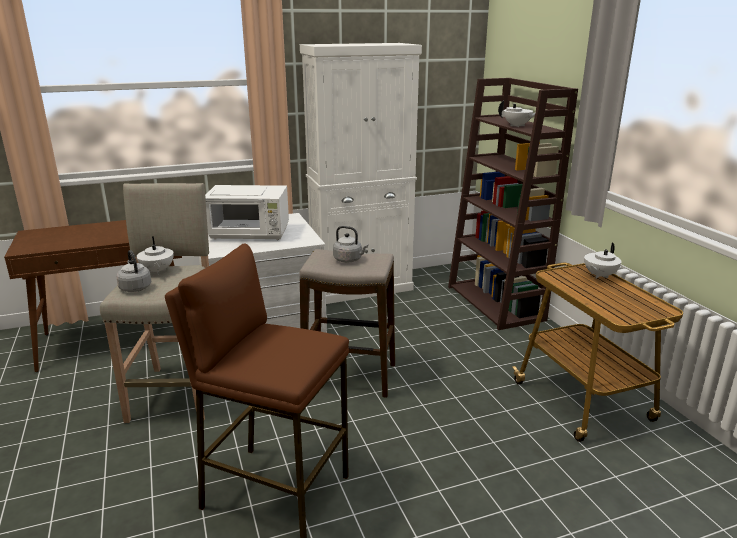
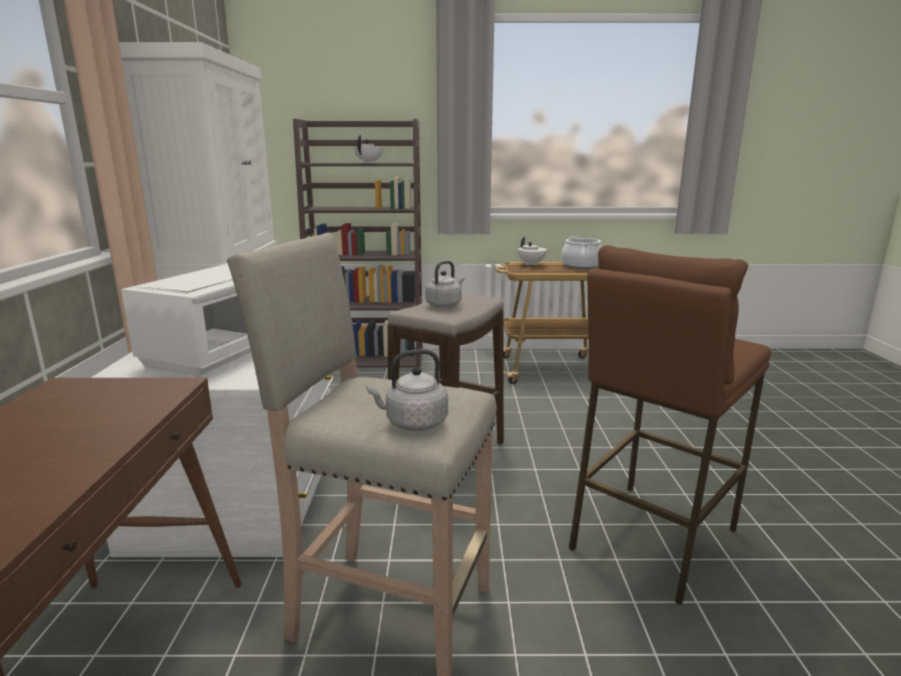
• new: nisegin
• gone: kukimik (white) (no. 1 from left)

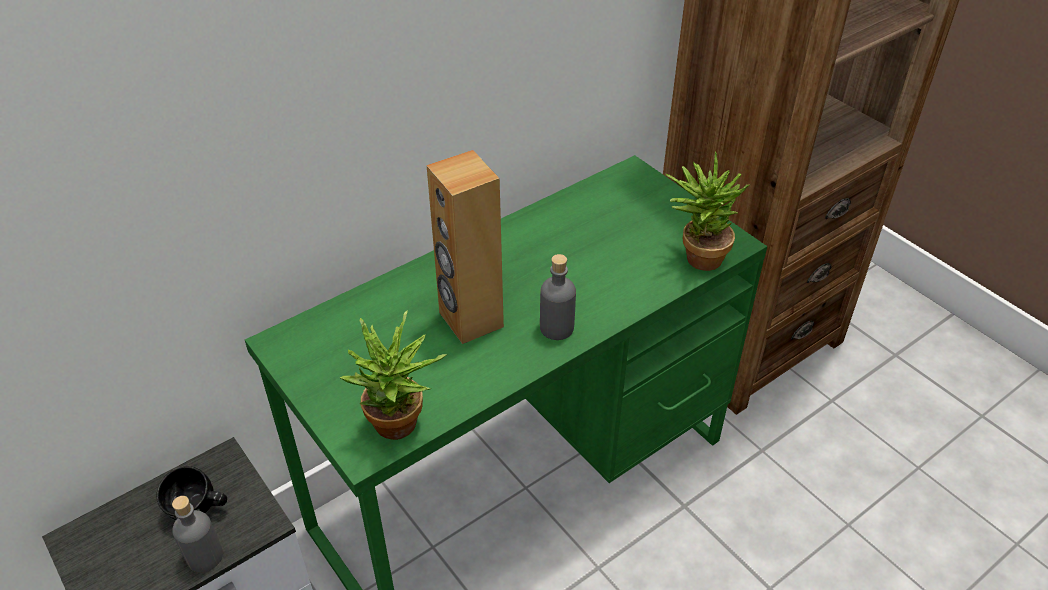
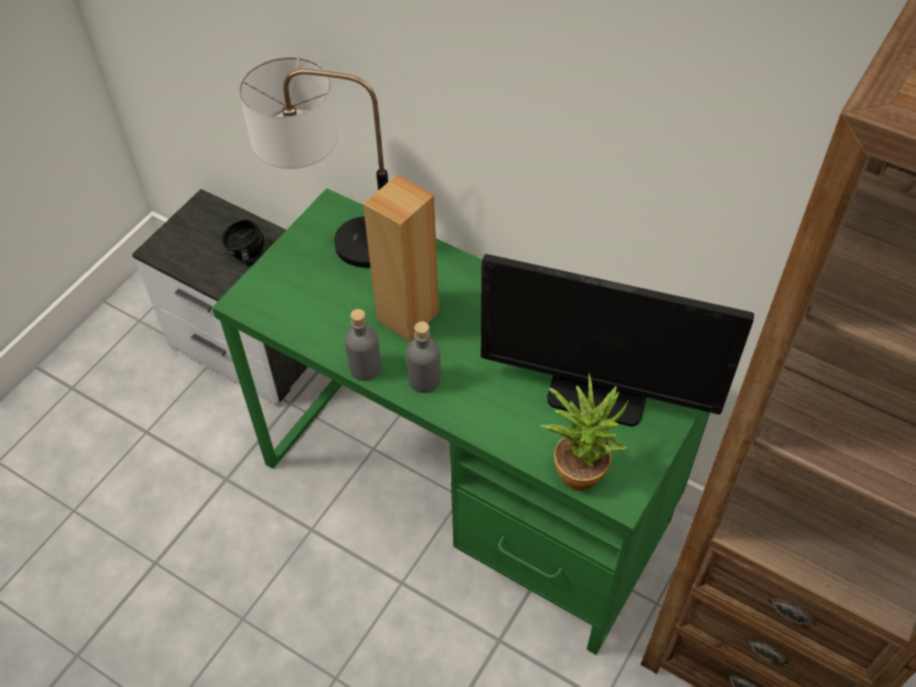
• new: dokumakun
• shifted: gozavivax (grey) (no. 1 from left)
• new: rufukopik
• gone: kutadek (no. 1 from left)

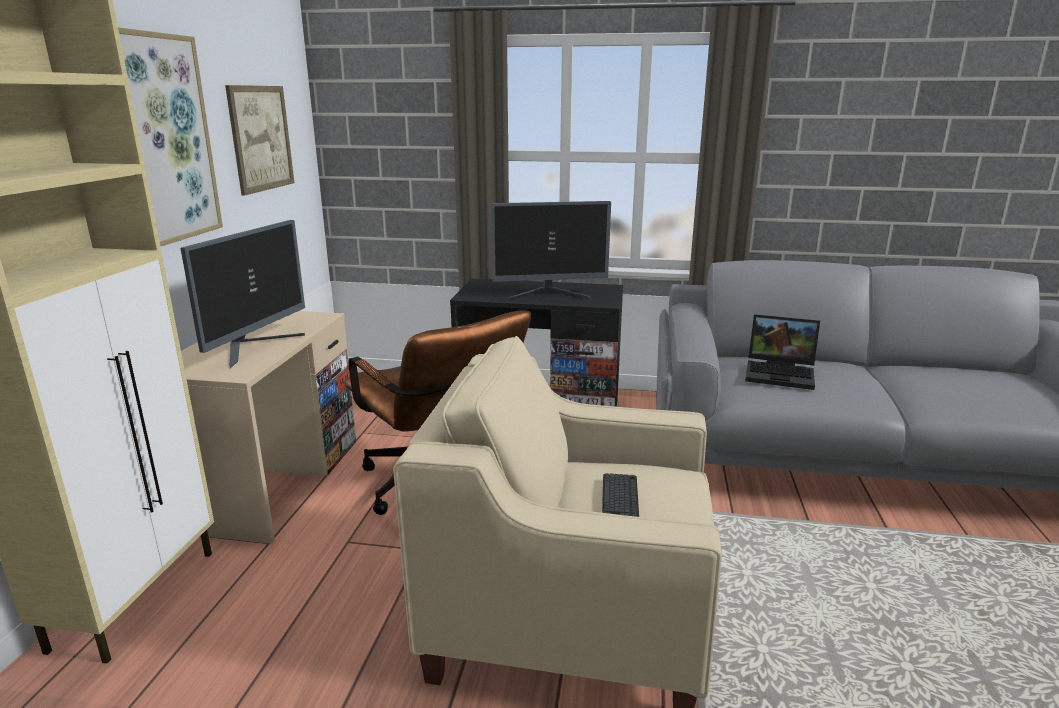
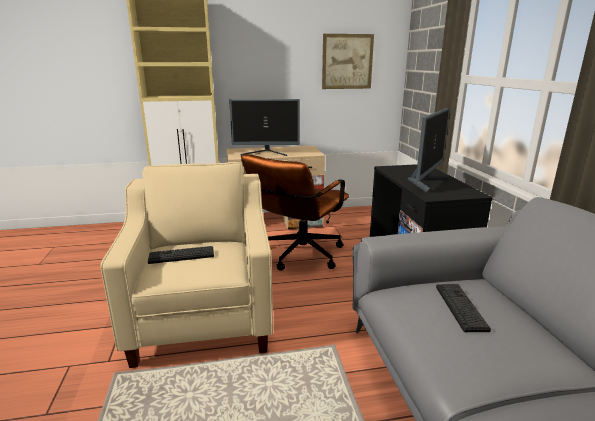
• rotated: rufukopik (no. 2 from left) 120 degrees counterclockwise
• swapped: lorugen to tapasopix (no. 2 from left)
• gone: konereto (no. 1 from left)

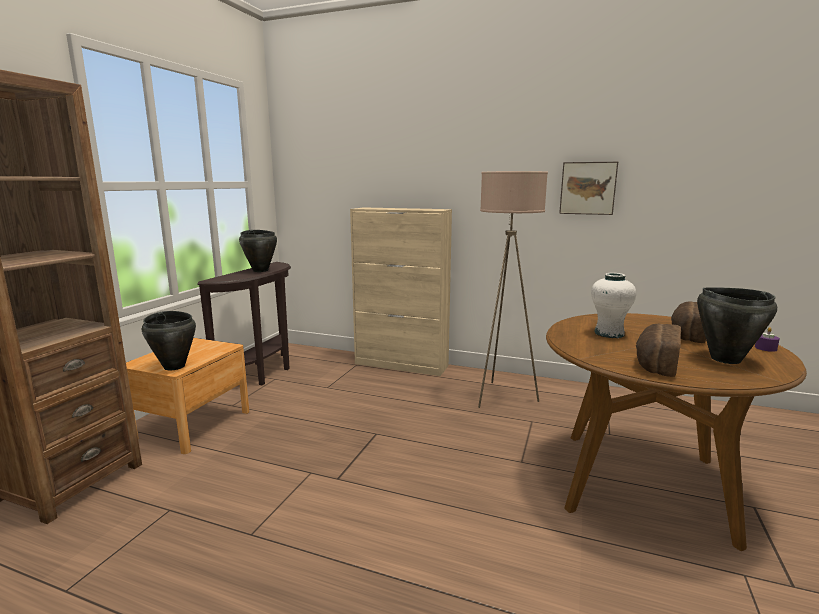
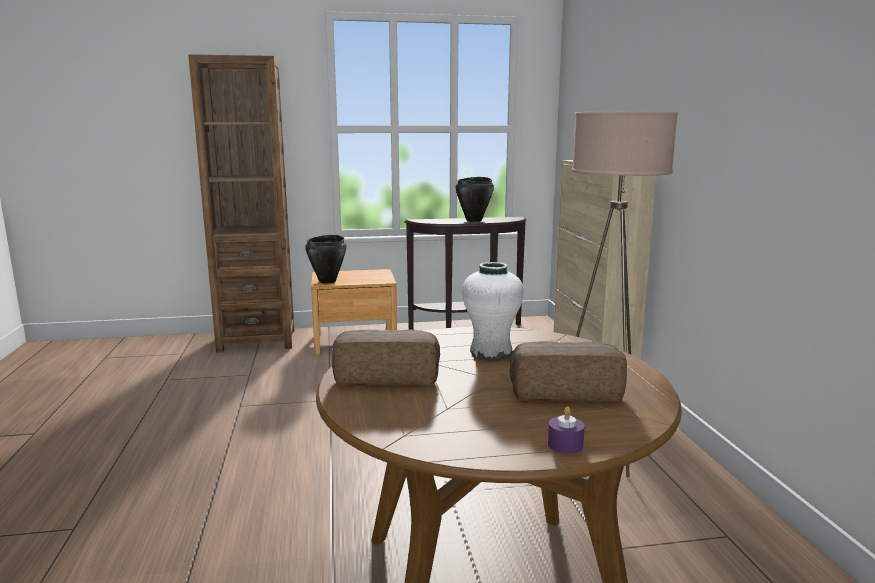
• gone: konereto
• gone: nisegin (black) (no. 3 from left)

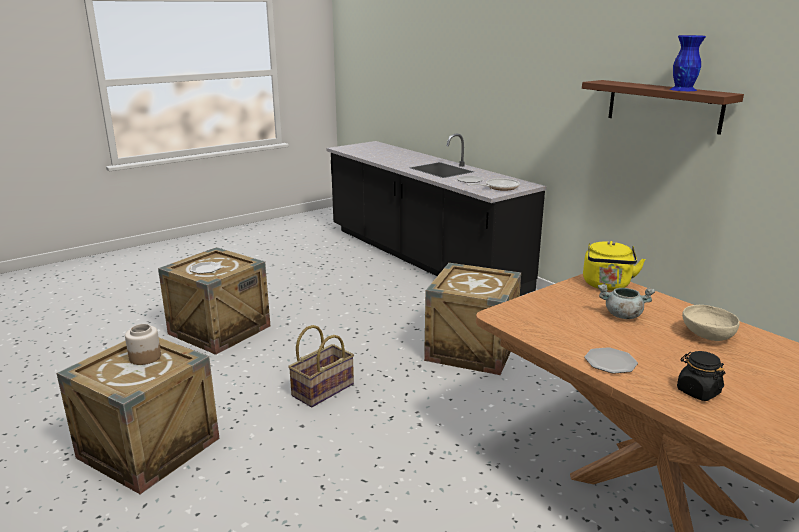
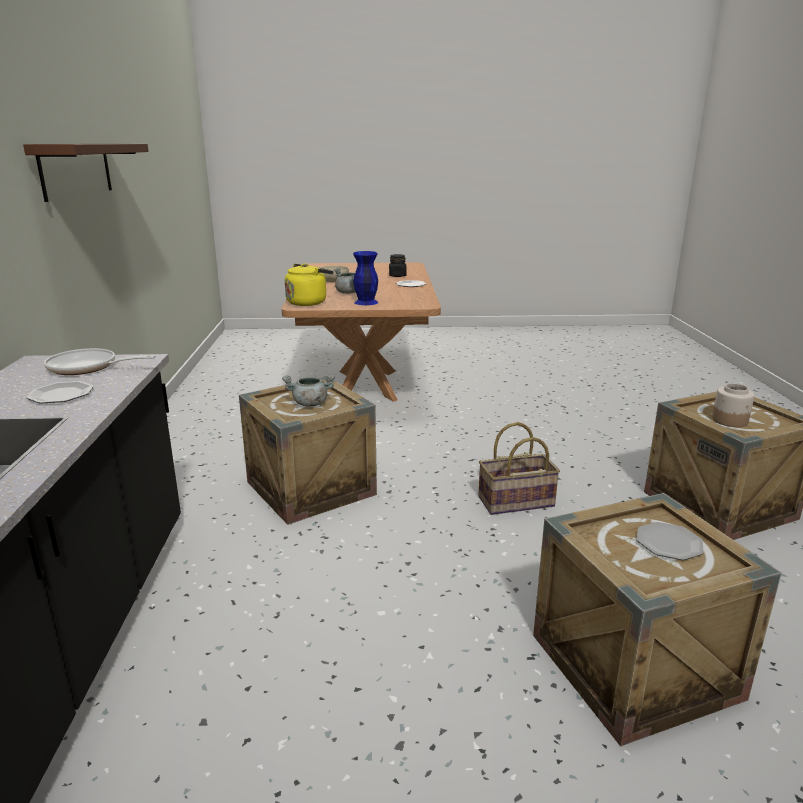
• new: nisegin (grey) (no. 1 from left)
• shifted: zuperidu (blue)

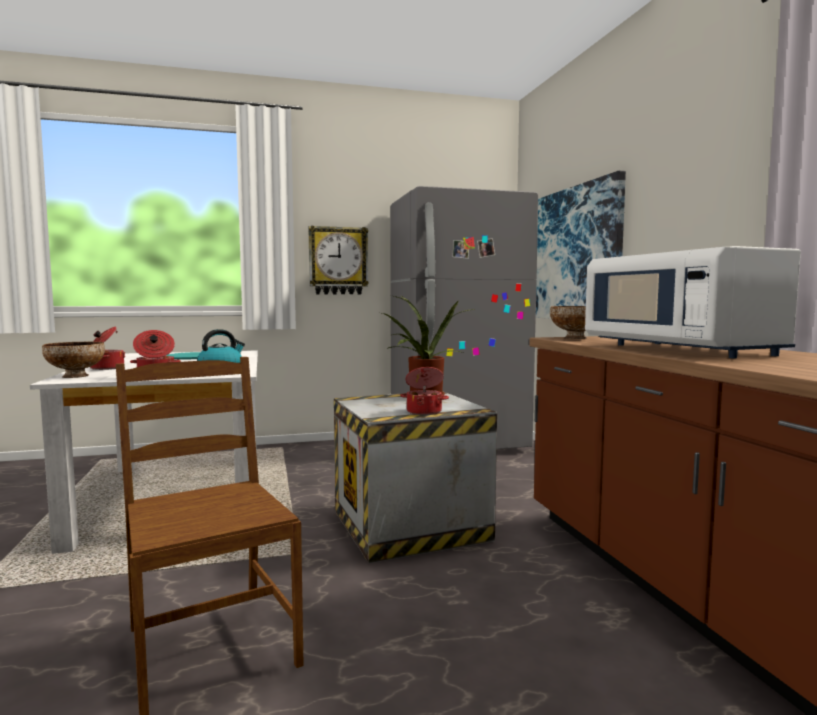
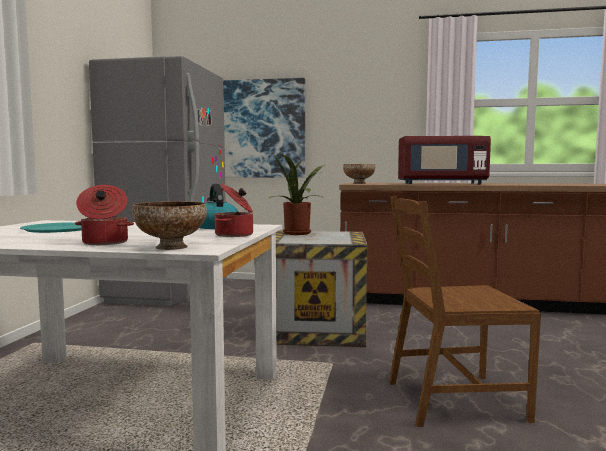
• repainted: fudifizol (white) to fudifizol (red)
• gone: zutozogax
• gone: nisegin (no. 3 from left)

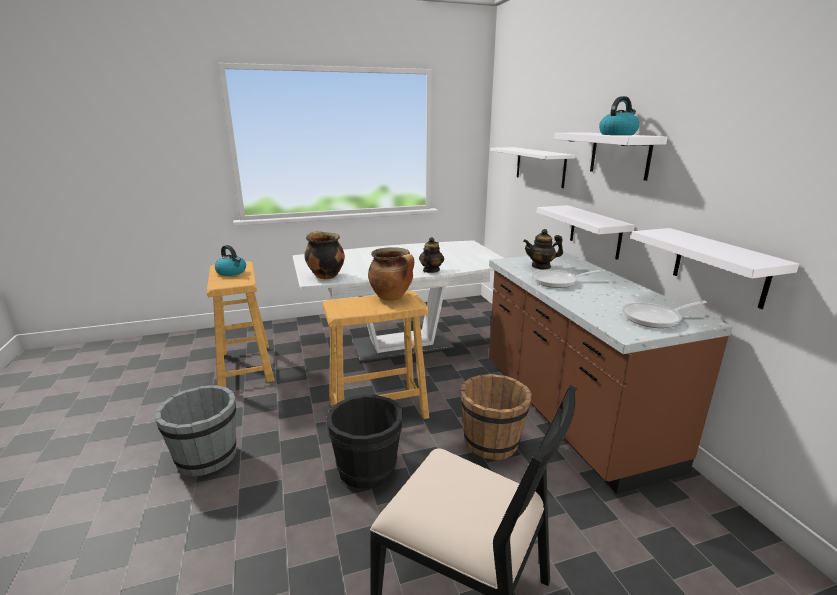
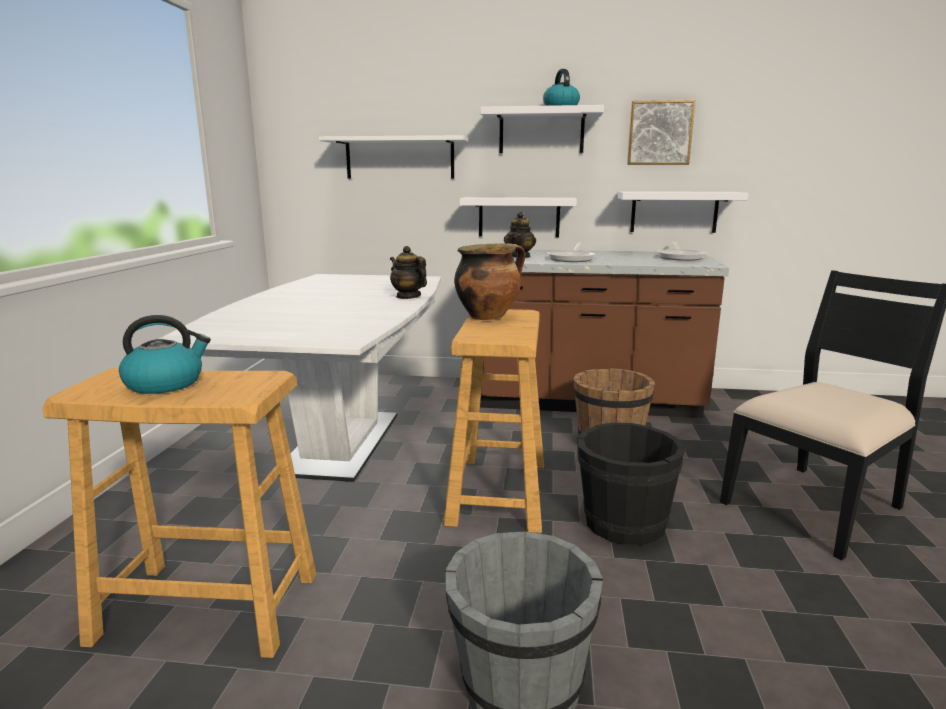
• new: konereto
• gone: nisegin (no. 1 from left)

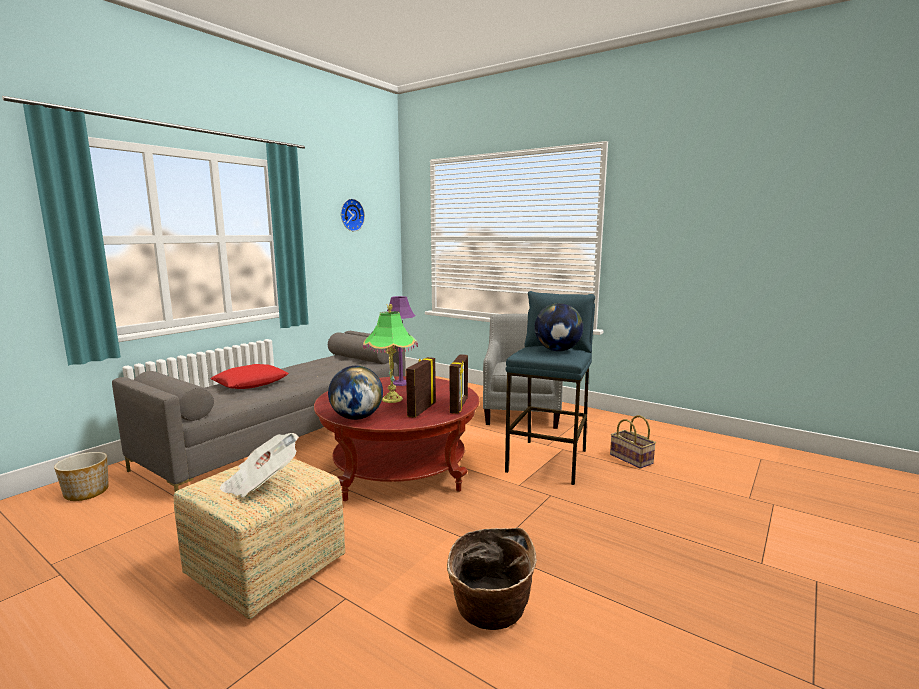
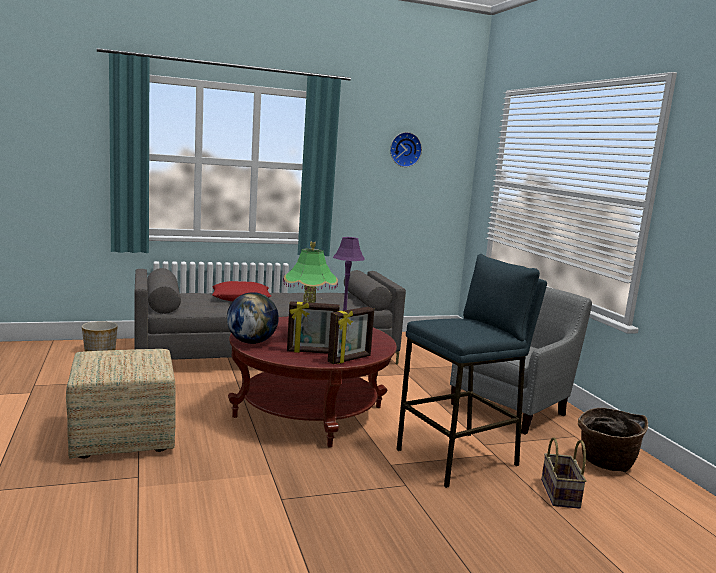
• rotated: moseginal (no. 1 from left) 150 degrees counterclockwise
• shifted: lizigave (no. 1 from left in the first image) to lizigave (no. 2 from left)
• gone: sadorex
• gone: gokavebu (no. 2 from left)

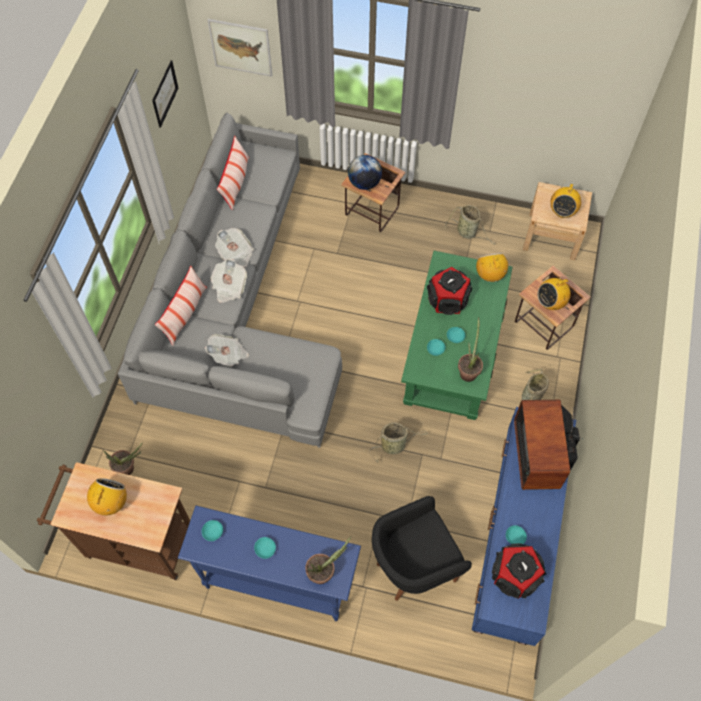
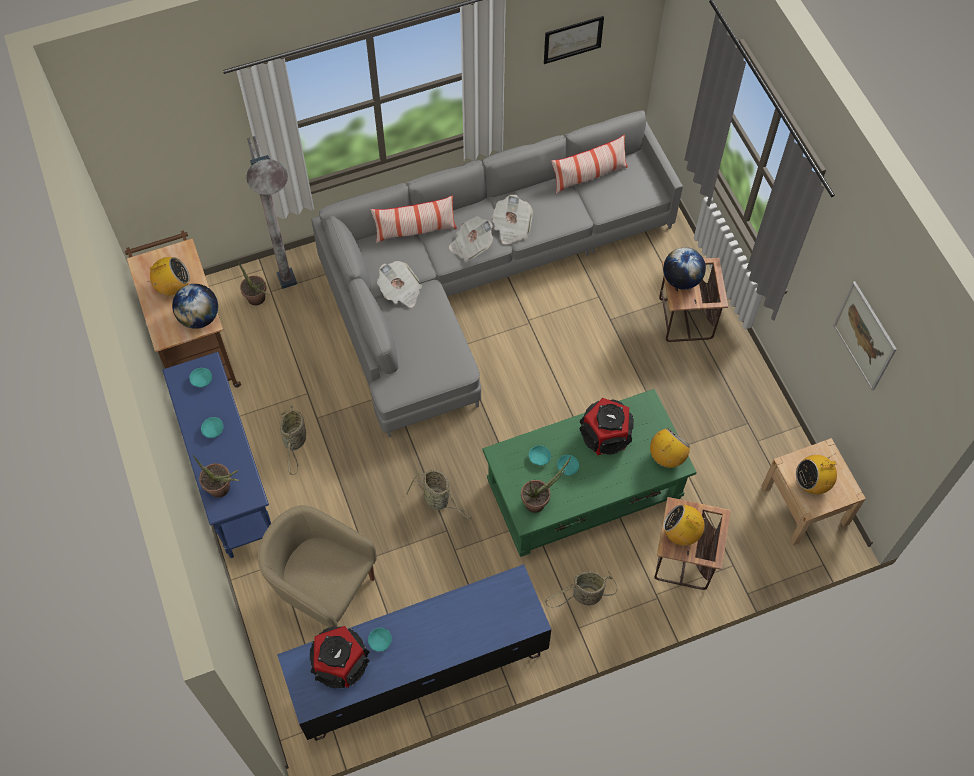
• new: gokavebu (no. 1 from left)
• new: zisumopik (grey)
• repainted: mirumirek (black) to mirumirek (beige)
• shifted: lizigave (no. 2 from left in the first image) to lizigave (no. 1 from left)
• shifted: konereto (no. 2 from left)
• gone: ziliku

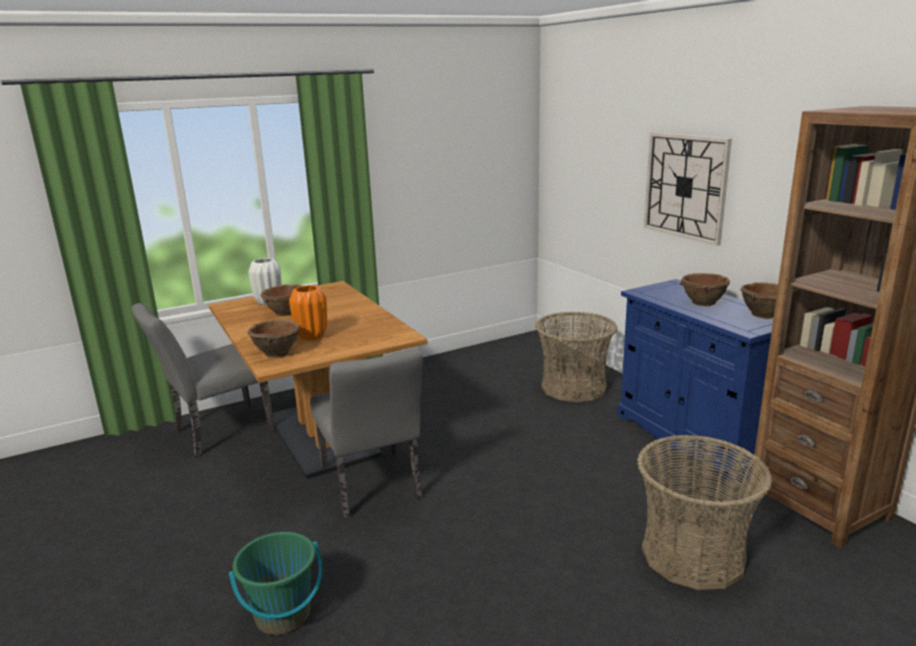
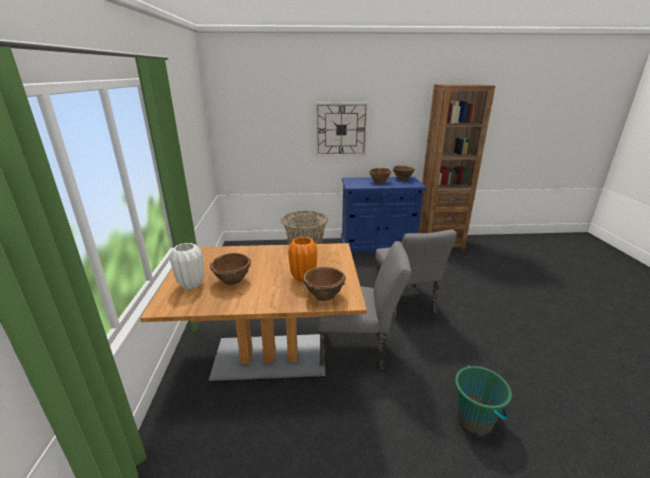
• shifted: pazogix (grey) (no. 1 from left in the first image) to pazogix (grey) (no. 2 from left)
• gone: lizigave (no. 2 from left)

